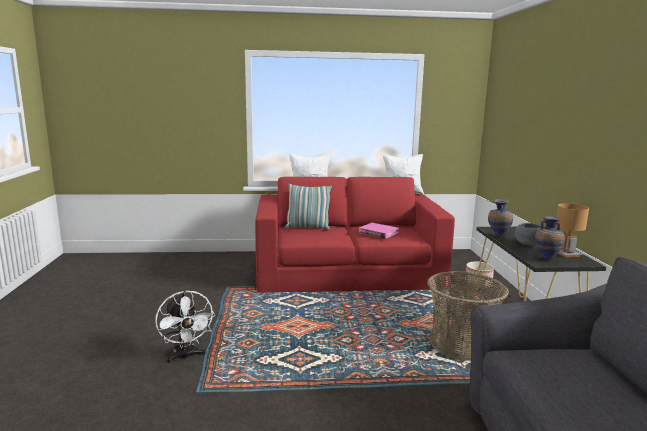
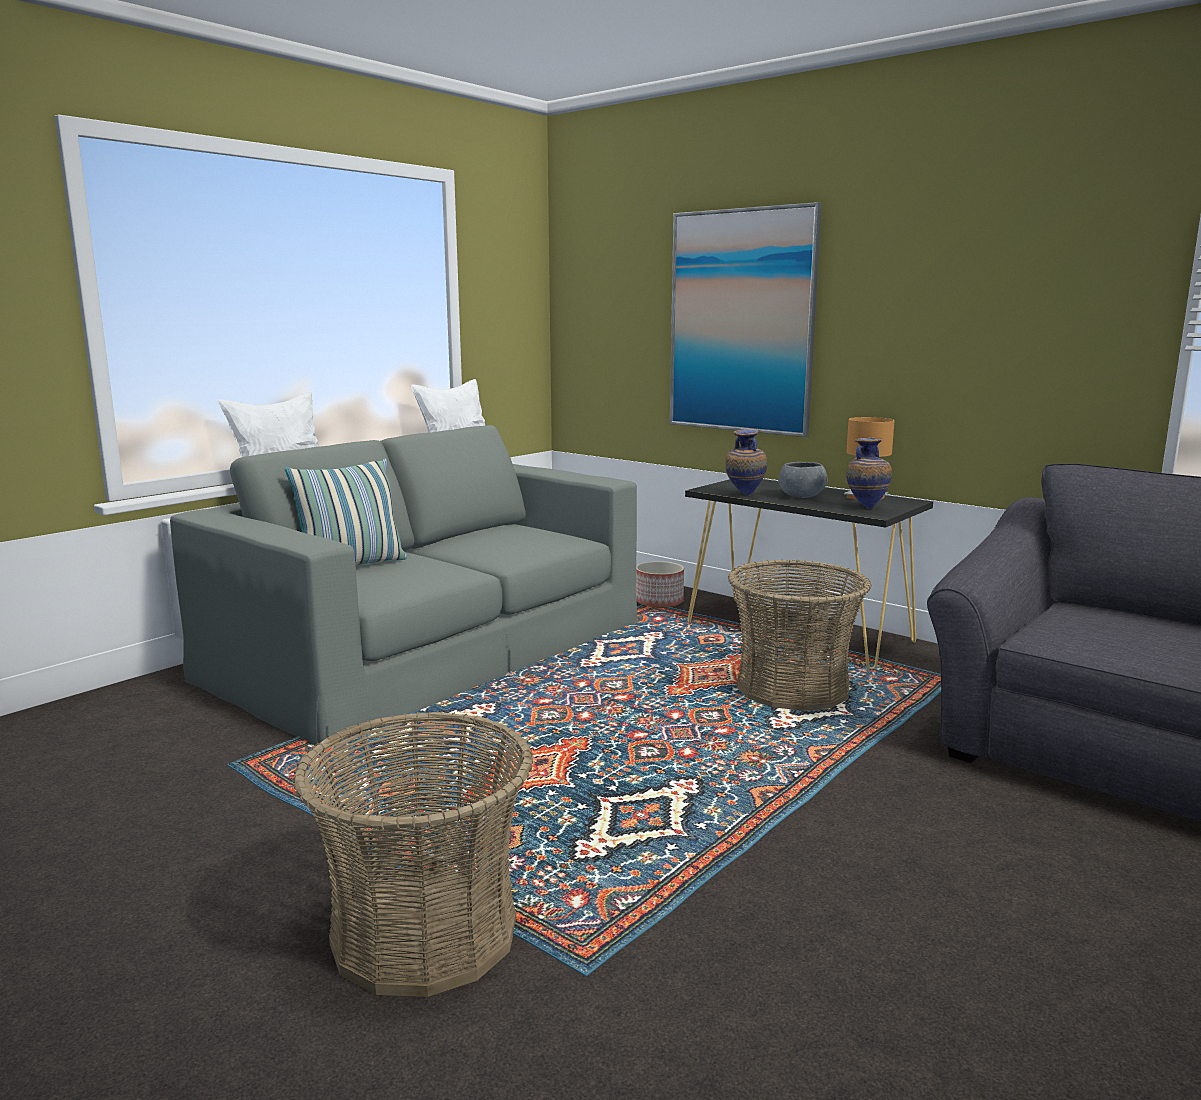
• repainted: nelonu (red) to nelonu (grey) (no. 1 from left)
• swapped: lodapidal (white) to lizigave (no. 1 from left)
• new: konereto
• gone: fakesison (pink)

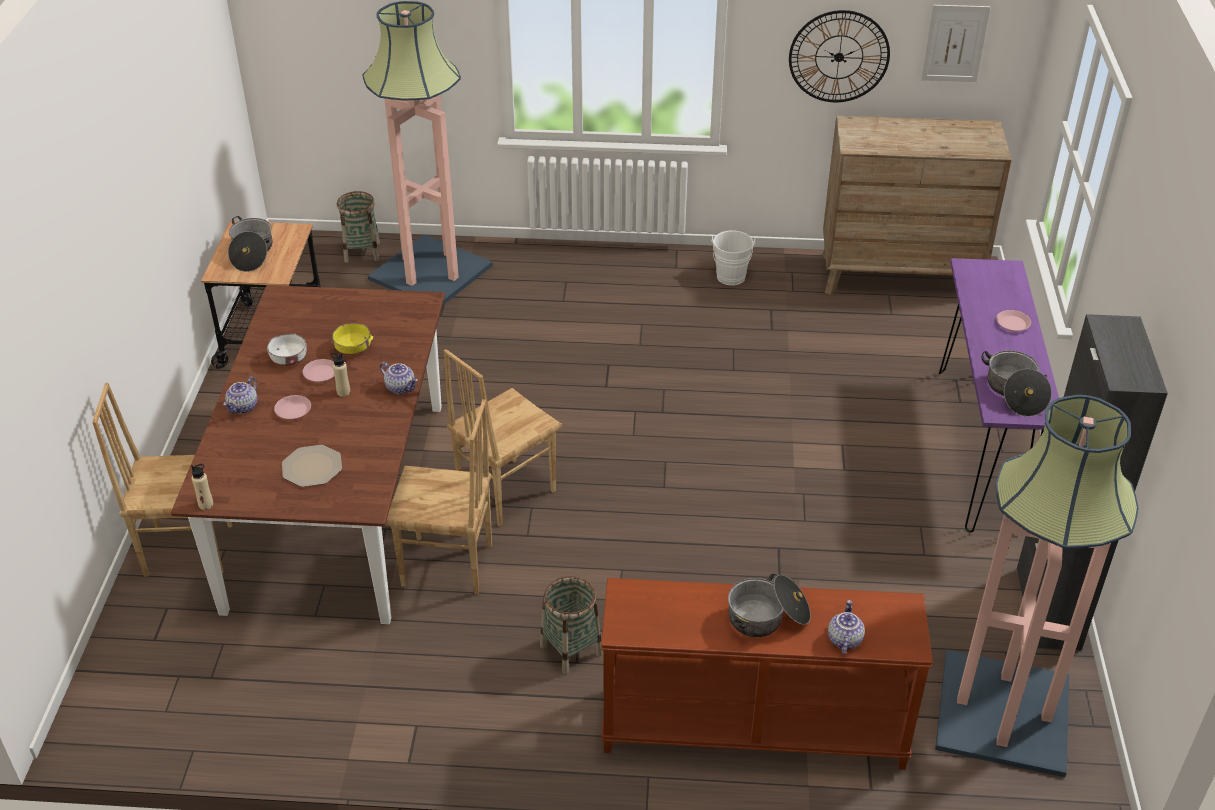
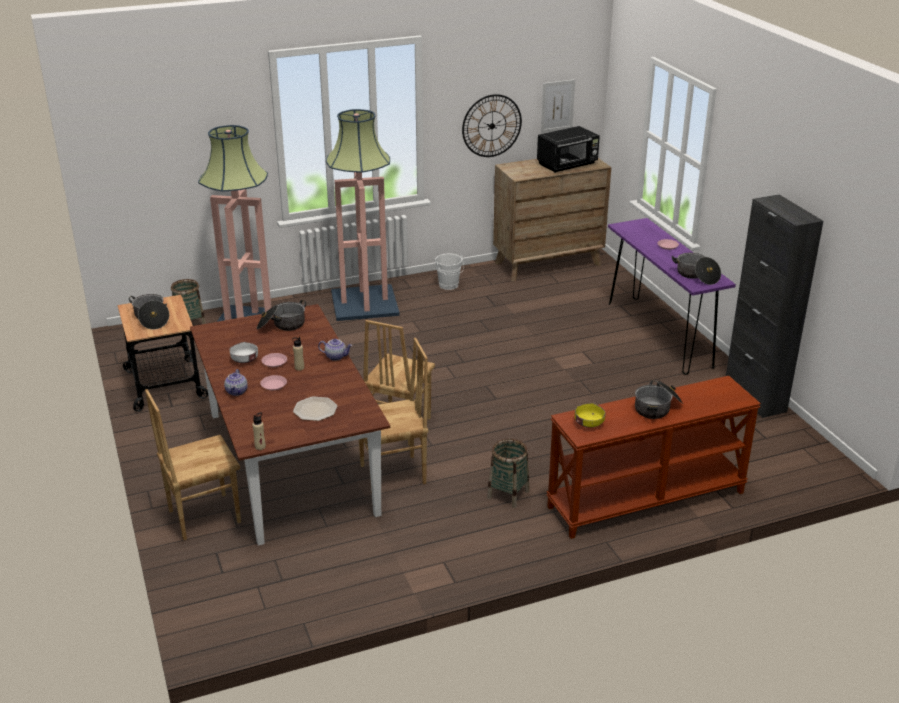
• new: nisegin (no. 2 from left)
• shifted: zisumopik (no. 2 from left)
• new: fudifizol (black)
• shifted: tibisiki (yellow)
• gone: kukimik (no. 3 from left)

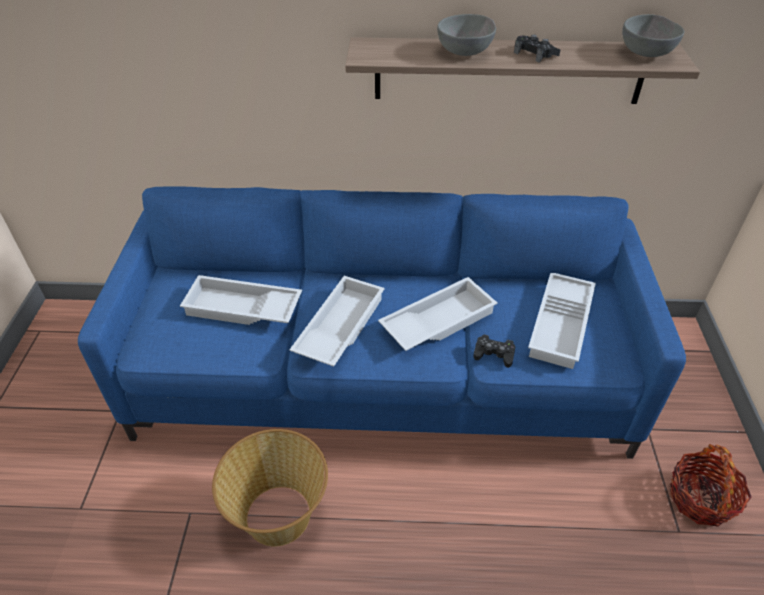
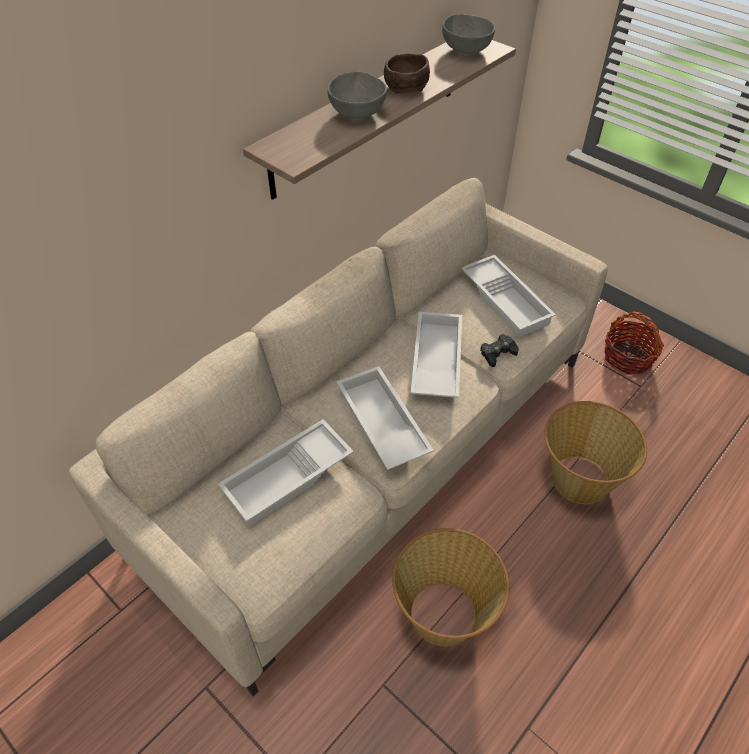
• repainted: nelonu (blue) to nelonu (beige)
• swapped: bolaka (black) (no. 2 from left) to tibisiki (brown)
• new: lizigave (no. 2 from left)

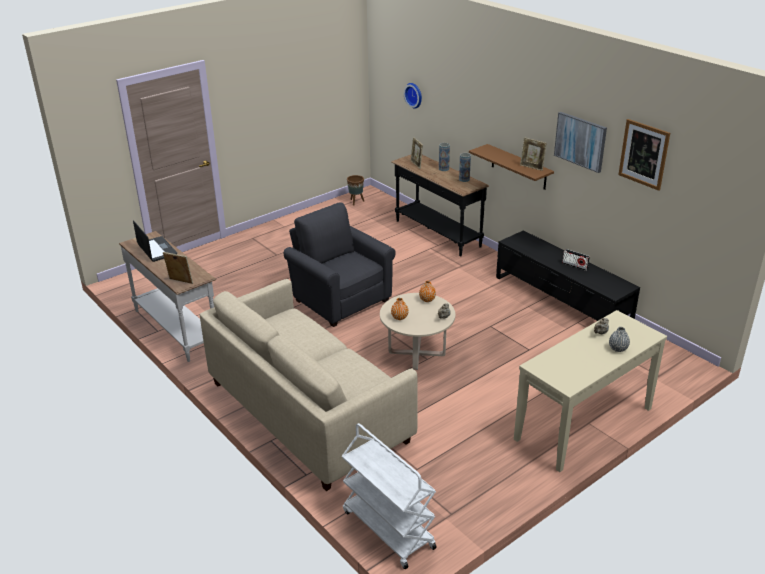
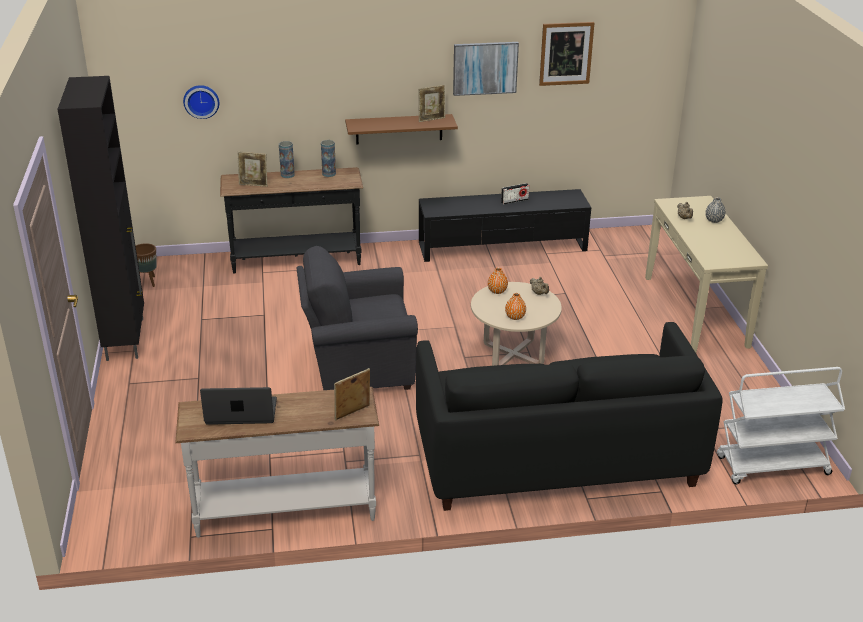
• new: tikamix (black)
• repainted: nelonu (beige) to nelonu (black)

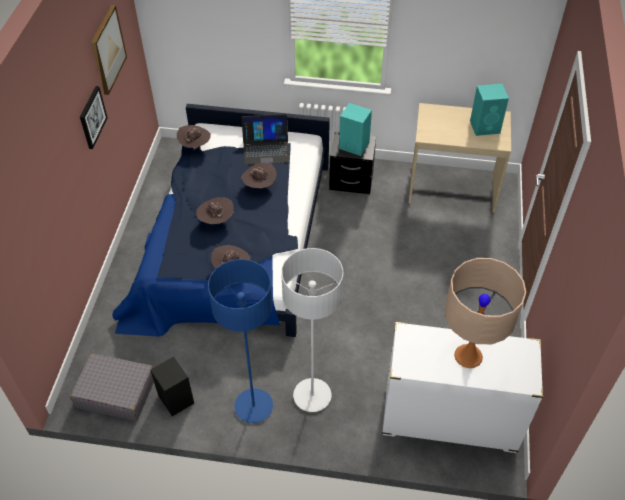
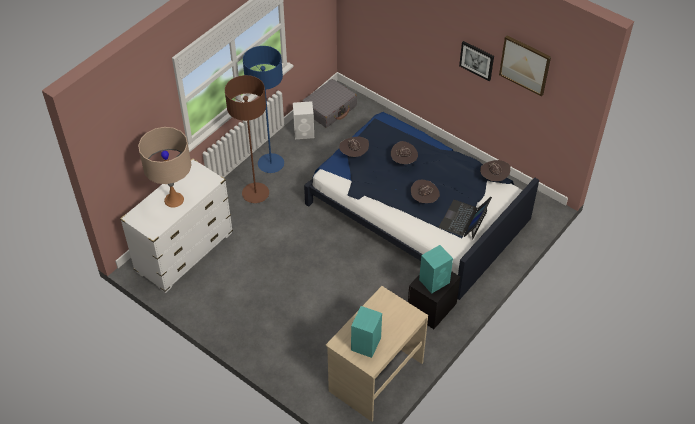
• repainted: zisumopik (grey) to zisumopik (brown)
• repainted: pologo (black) to pologo (white)

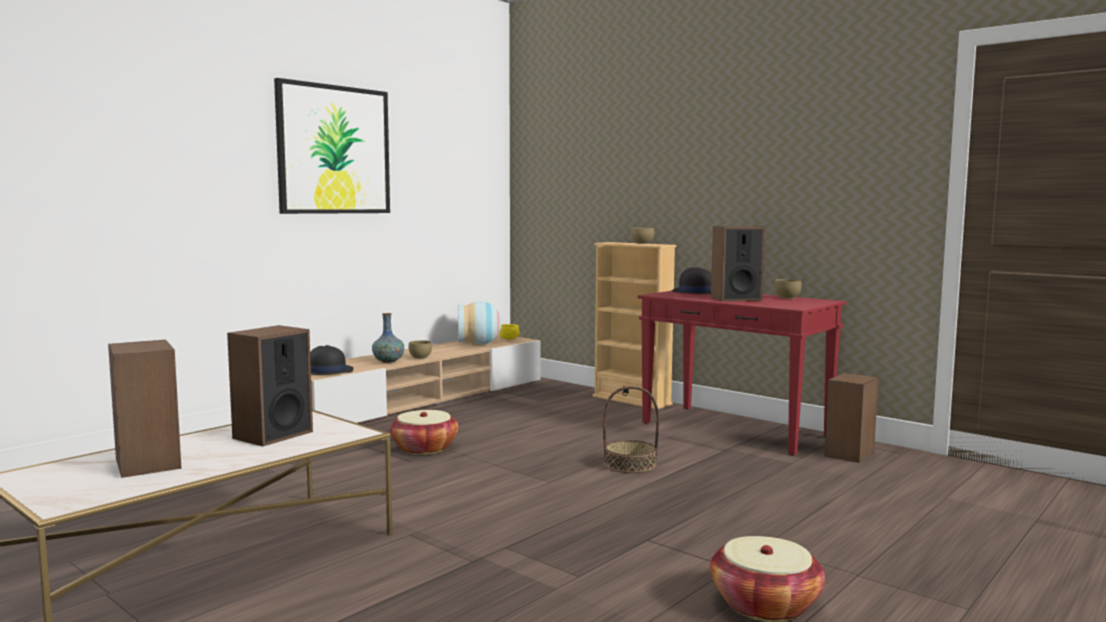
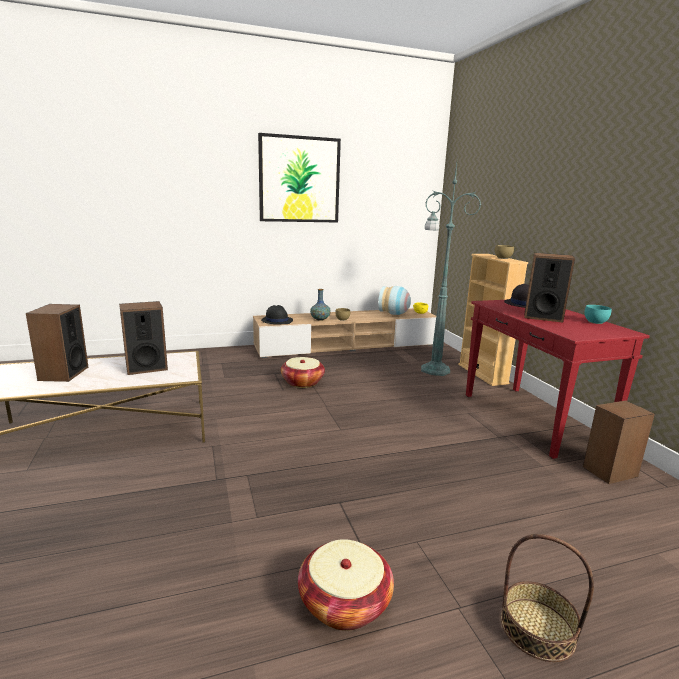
• new: zisumopik (green)
• shifted: lizigave (no. 2 from left in the first image) to lizigave (no. 3 from left)
• repainted: tibisiki (brown) (no. 3 from left) to tibisiki (turquoise)

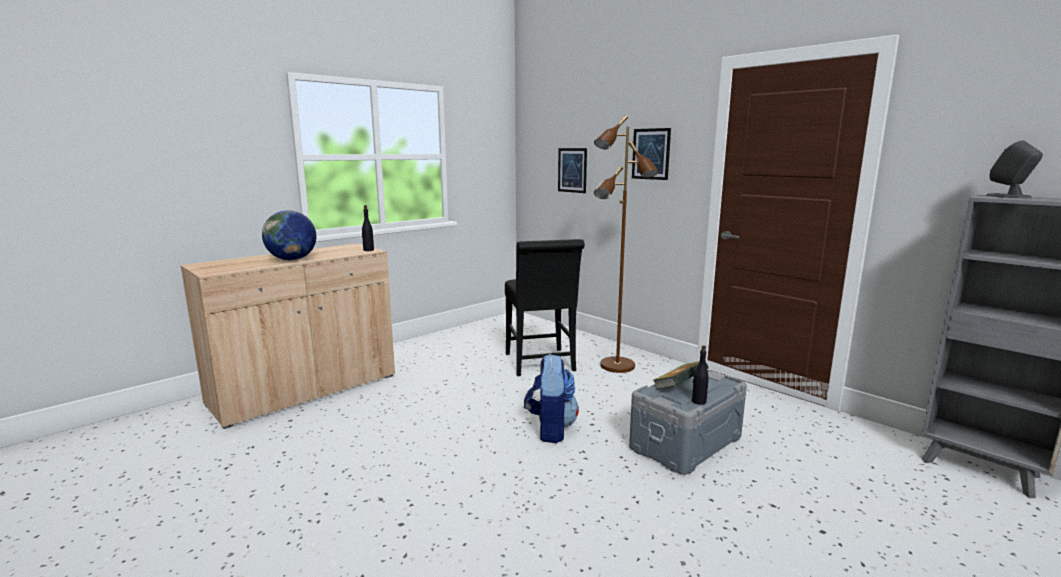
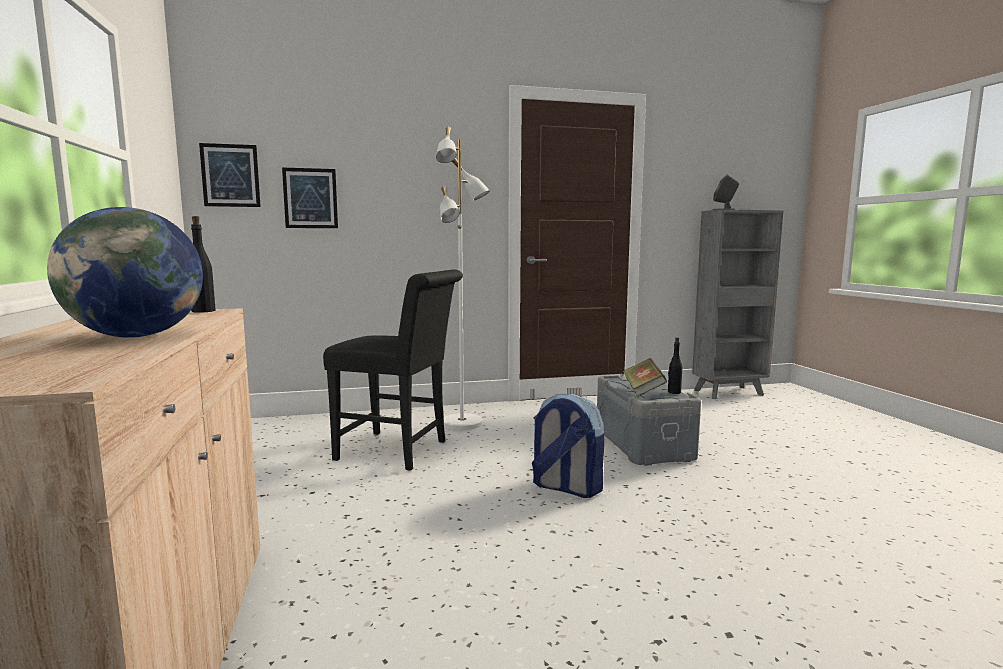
• shifted: konereto (no. 2 from left in the first image) to konereto (no. 1 from left)
• repainted: zisumopik (brown) to zisumopik (white)

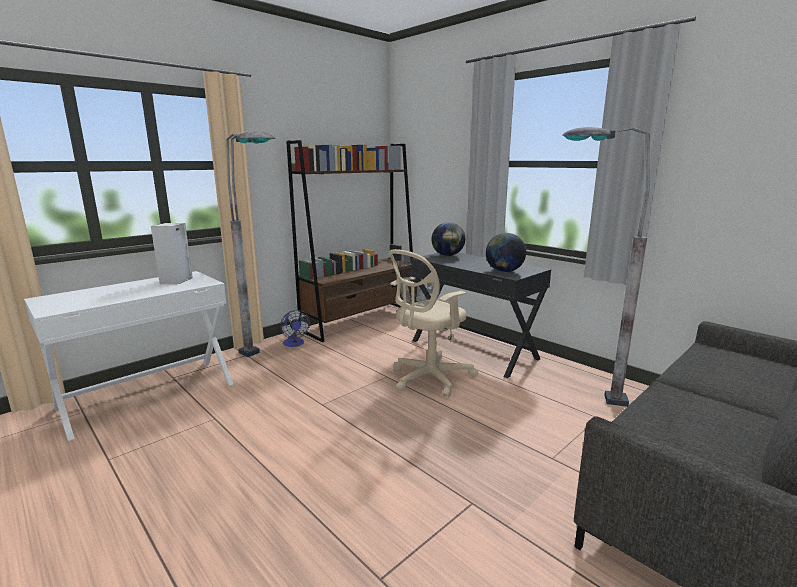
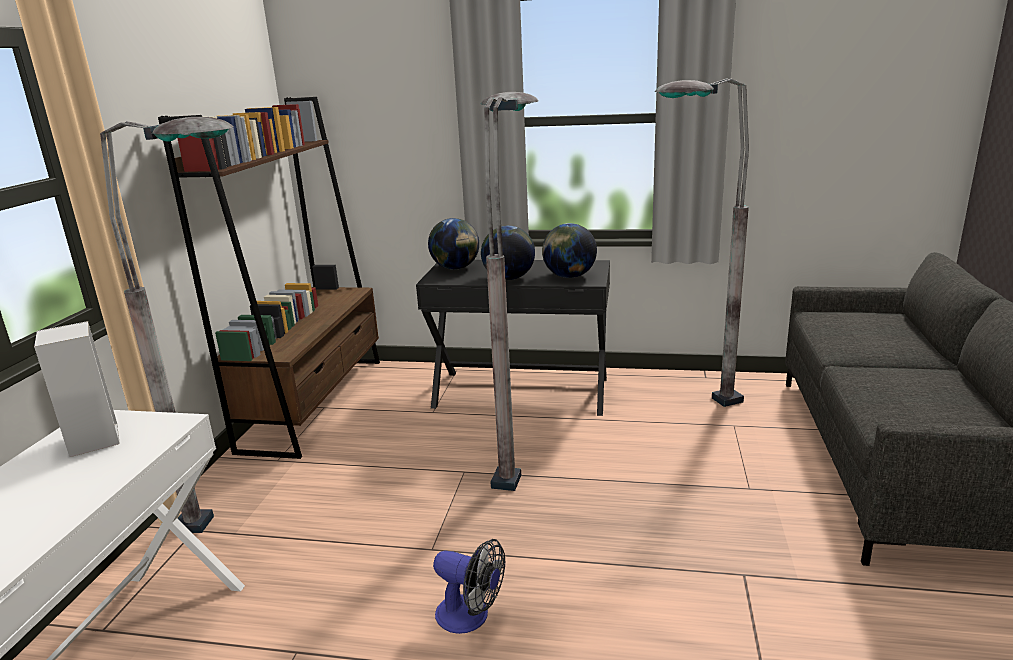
• shifted: lodapidal
• swapped: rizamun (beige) to zisumopik (grey) (no. 2 from left)
• new: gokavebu (no. 2 from left)

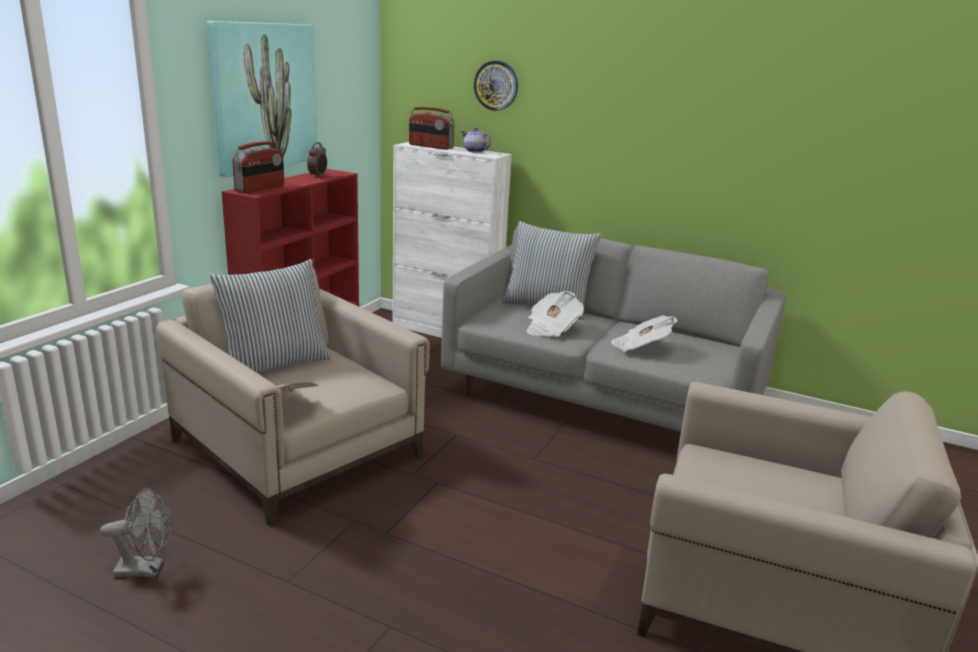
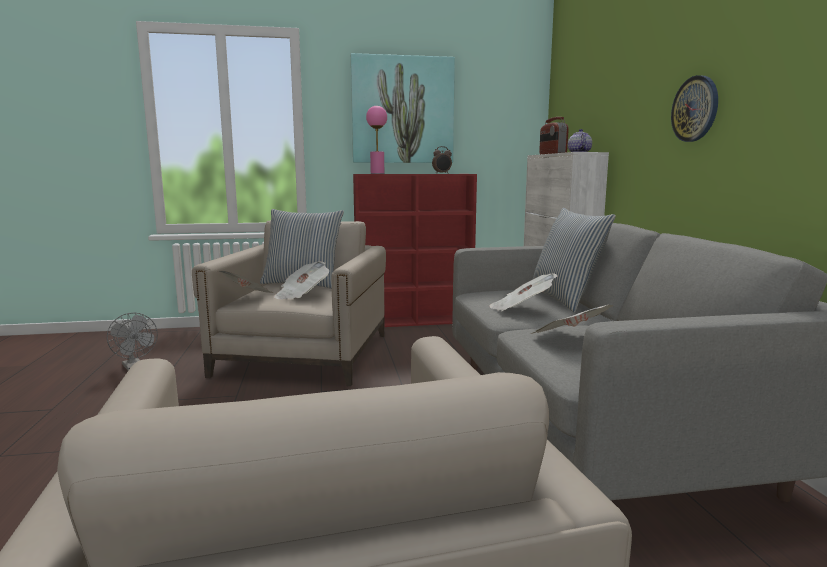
• new: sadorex (no. 2 from left)
• swapped: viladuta (no. 1 from left) to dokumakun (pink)
• shifted: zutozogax

